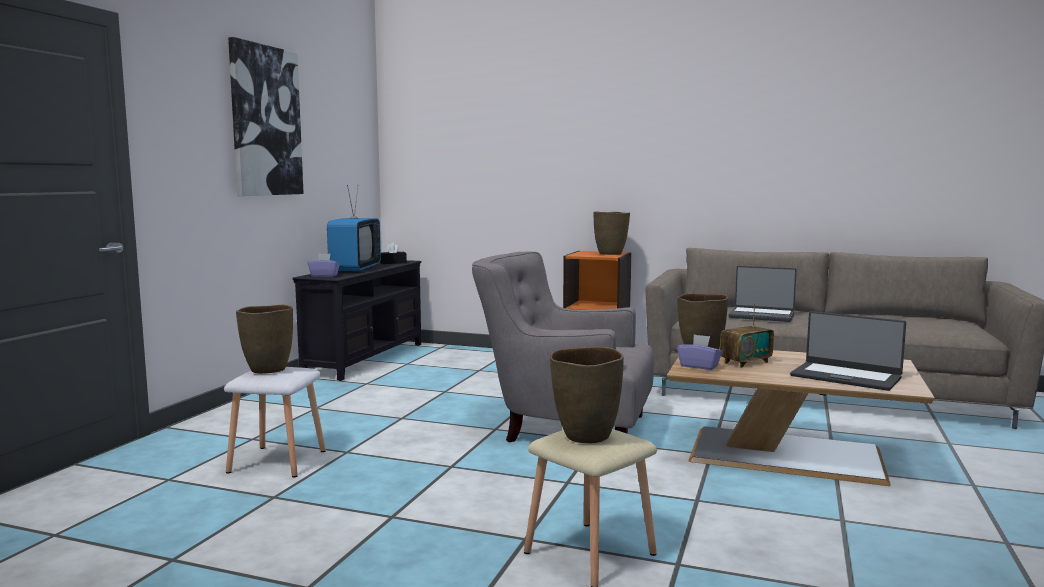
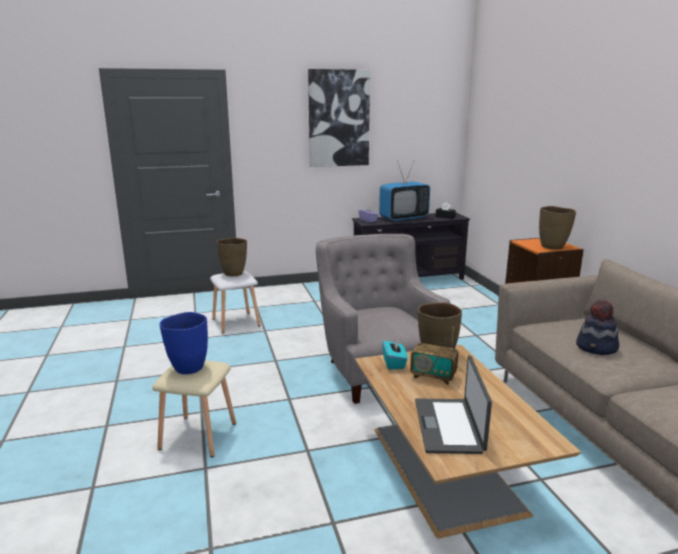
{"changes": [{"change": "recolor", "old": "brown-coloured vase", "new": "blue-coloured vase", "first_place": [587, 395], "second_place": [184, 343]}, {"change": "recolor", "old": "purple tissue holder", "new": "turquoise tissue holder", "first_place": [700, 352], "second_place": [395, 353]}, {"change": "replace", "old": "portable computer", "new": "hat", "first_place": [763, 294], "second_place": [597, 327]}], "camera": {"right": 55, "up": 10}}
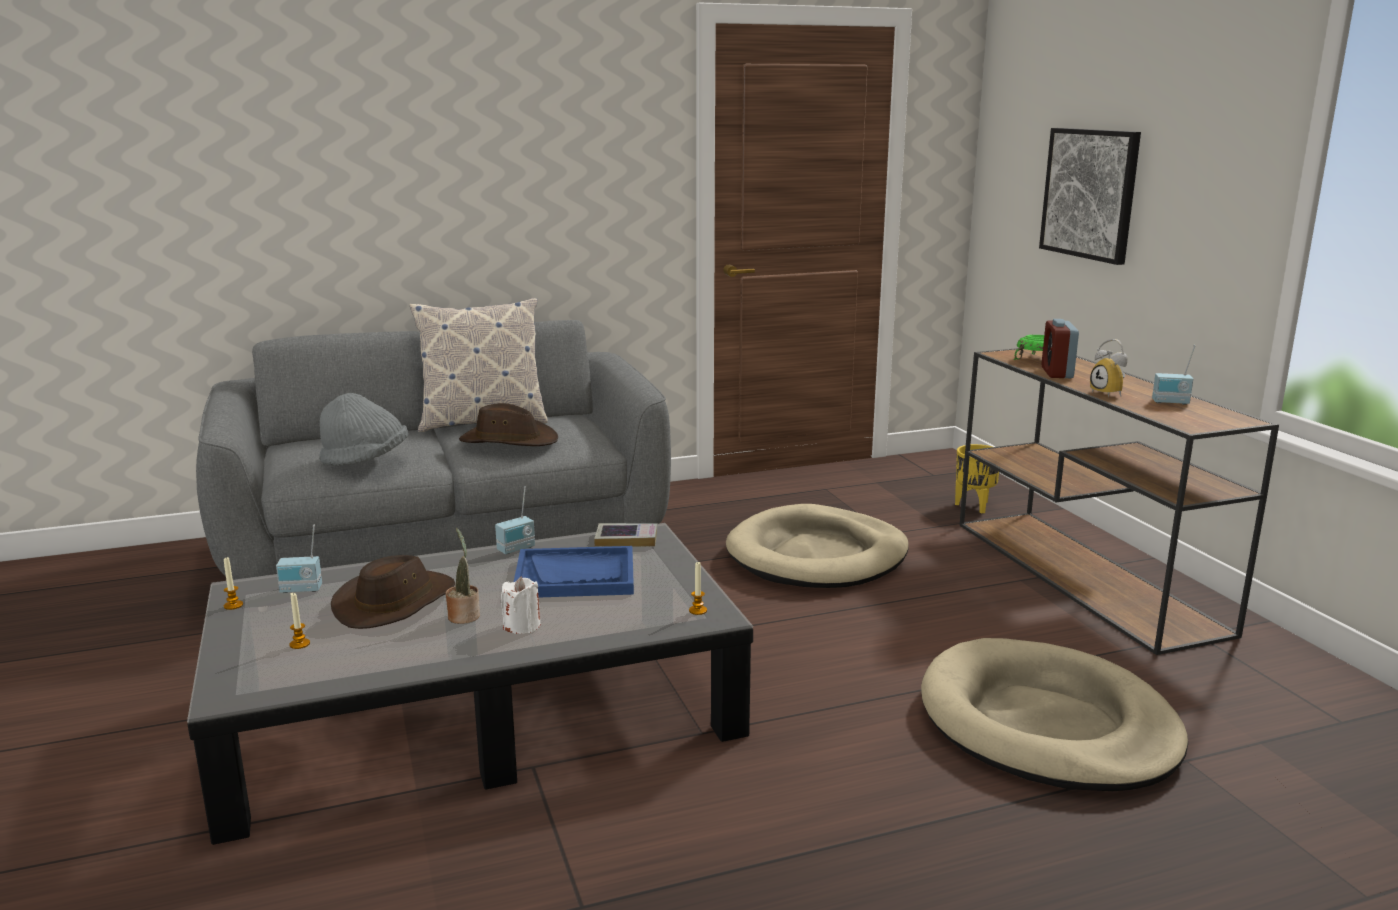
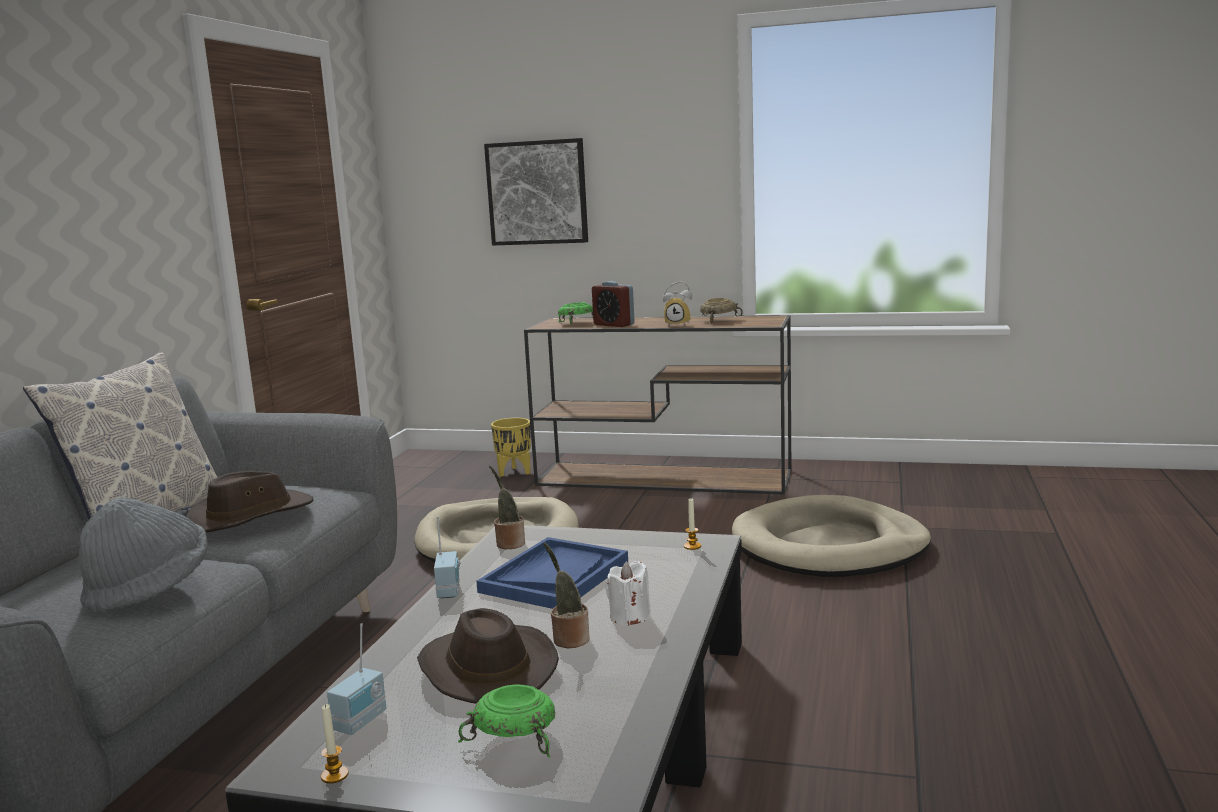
{"changes": [{"change": "replace", "old": "wax candle", "new": "greenish bowl", "first_place": [299, 621], "second_place": [506, 721]}, {"change": "replace", "old": "bound book", "new": "houseplant", "first_place": [625, 535], "second_place": [507, 507]}, {"change": "replace", "old": "radio", "new": "beige-coloured bowl", "first_place": [1174, 375], "second_place": [721, 311]}], "camera": {"right": -55, "up": -5}}
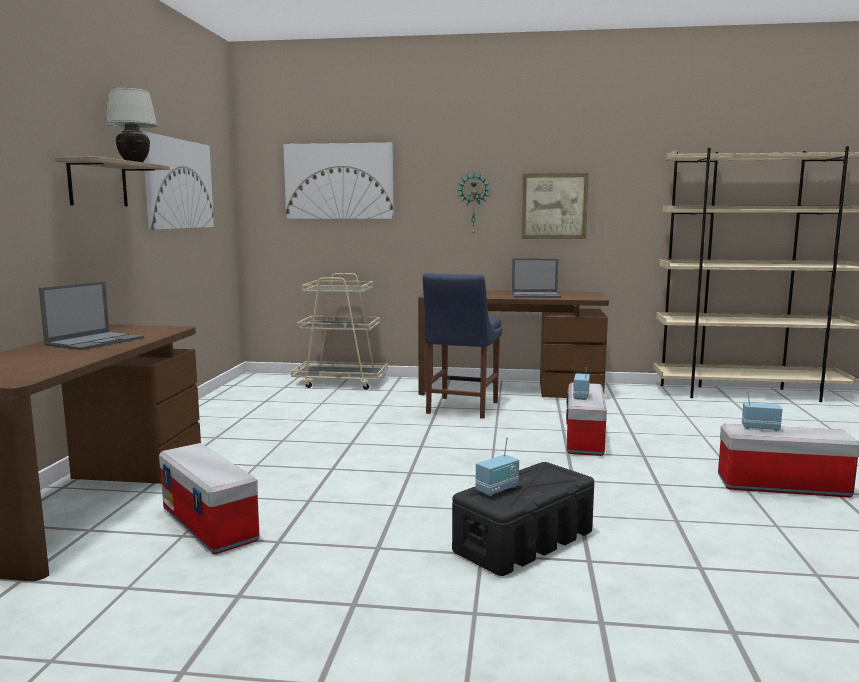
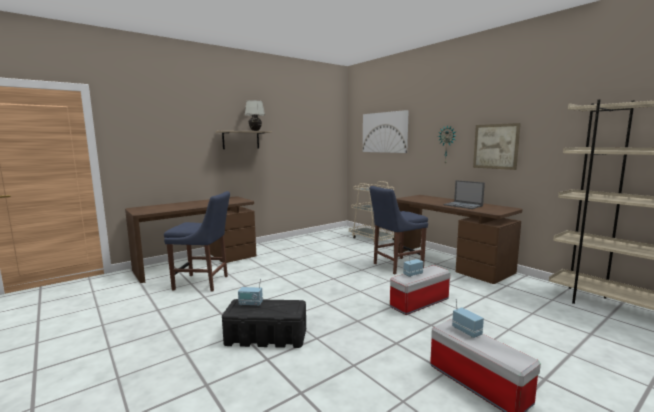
{"changes": [{"change": "delete", "old": "portable computer", "first_place": [91, 315]}, {"change": "delete", "old": "wall art", "first_place": [178, 181]}, {"change": "replace", "old": "storage bin", "new": "blue-coloured plain chair", "first_place": [209, 498], "second_place": [197, 241]}], "camera": {"right": 45, "up": 0}}
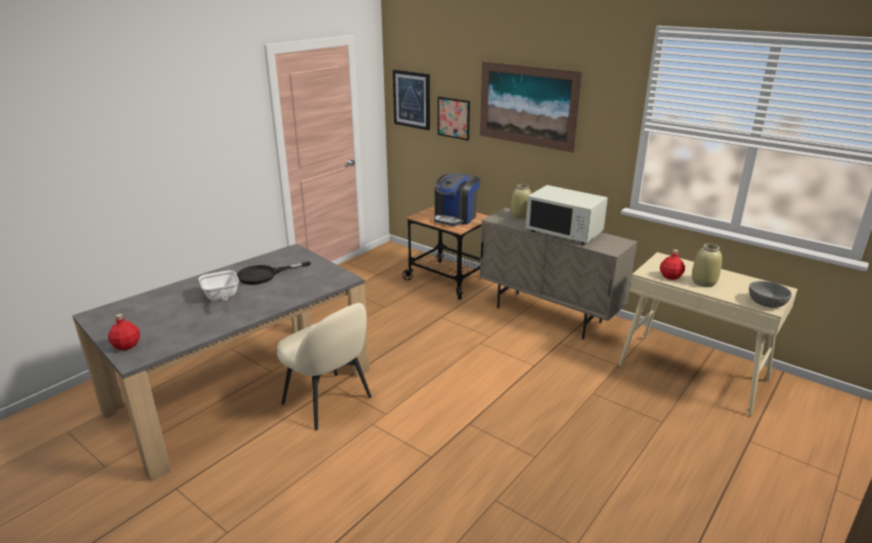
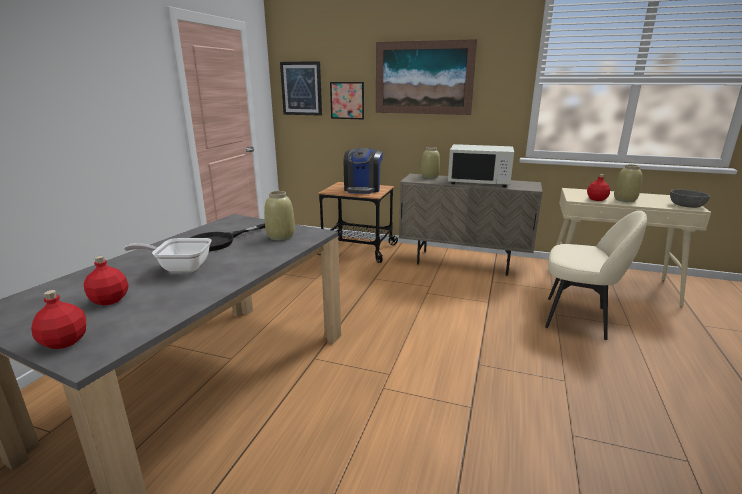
{"changes": [{"change": "rotate", "old": "skillet", "first_place": [219, 286], "second_place": [168, 255], "degrees": 135}, {"change": "move", "old": "beige-coloured plain chair", "first_place": [324, 366], "second_place": [596, 275]}, {"change": "insert", "new": "red drink bottle", "second_place": [105, 281]}, {"change": "insert", "new": "beige-coloured vase", "second_place": [279, 215]}], "camera": {"right": -20, "up": -5}}
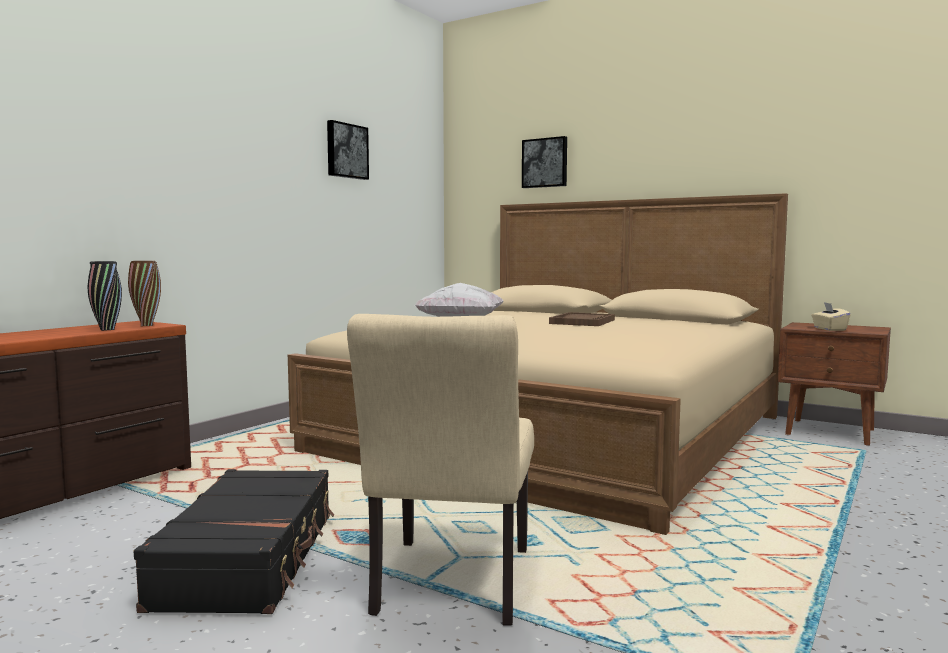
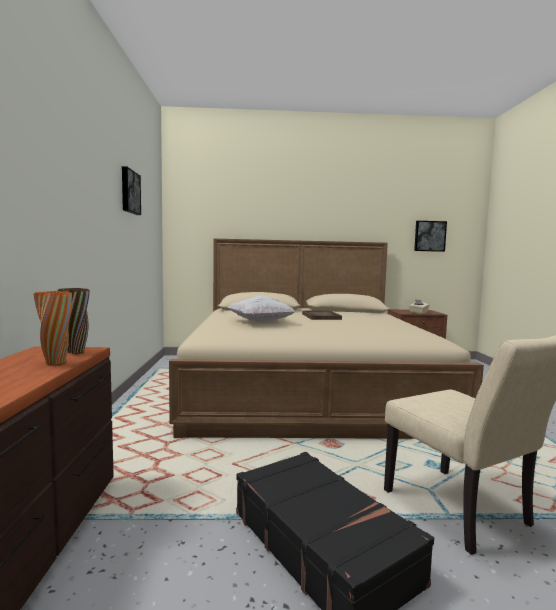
{"changes": [{"change": "recolor", "old": "blackish vase", "new": "orange-coloured vase", "first_place": [105, 296], "second_place": [53, 328]}, {"change": "move", "old": "wall art", "first_place": [544, 162], "second_place": [430, 236]}], "camera": {"right": -35, "up": 0}}
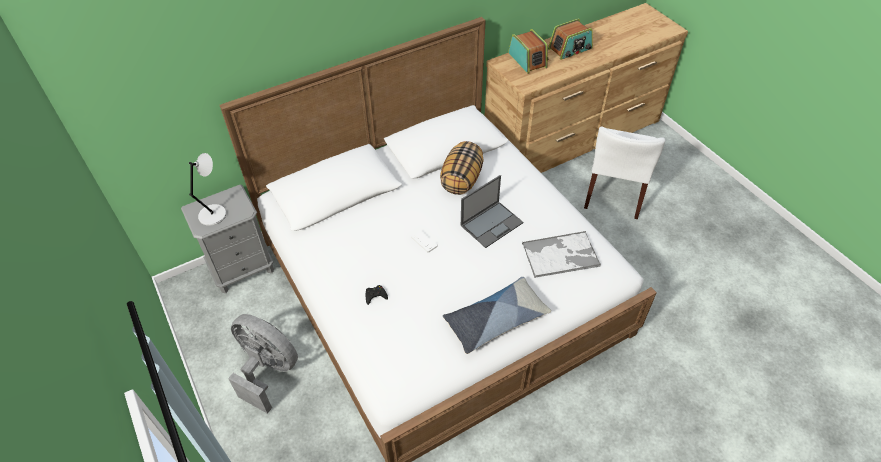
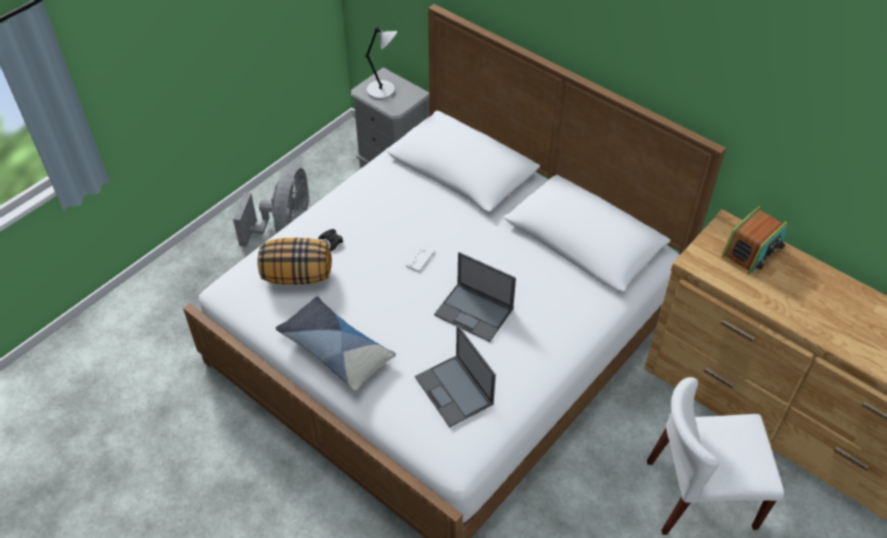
{"changes": [{"change": "move", "old": "cushion", "first_place": [462, 168], "second_place": [294, 261]}, {"change": "replace", "old": "carrying tray", "new": "portable computer", "first_place": [561, 254], "second_place": [455, 376]}, {"change": "delete", "old": "radio", "first_place": [570, 39]}], "camera": {"right": 70, "up": 0}}
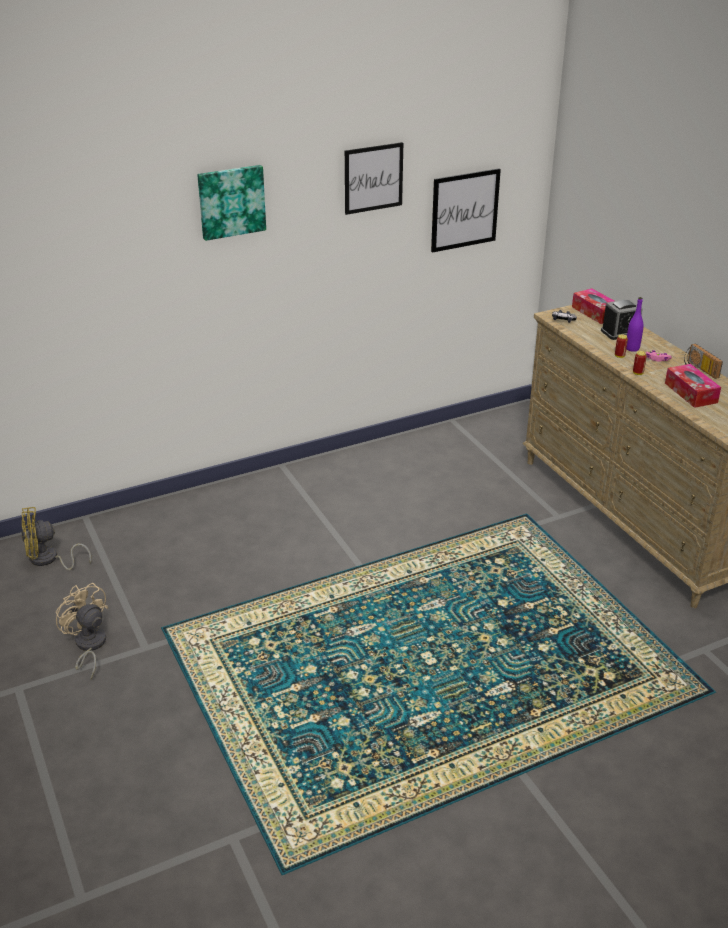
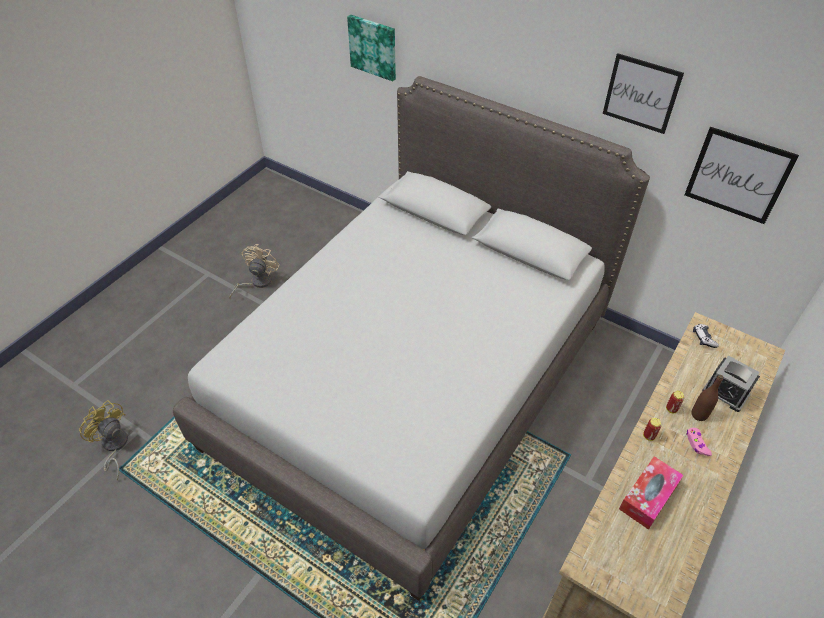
{"changes": [{"change": "move", "old": "yellow electric fan", "first_place": [56, 538], "second_place": [103, 440]}, {"change": "move", "old": "wall art", "first_place": [231, 203], "second_place": [371, 48]}, {"change": "delete", "old": "tissue holder", "first_place": [593, 306]}, {"change": "recolor", "old": "purple drink bottle", "new": "brown-coloured drink bottle", "first_place": [634, 324], "second_place": [707, 398]}, {"change": "delete", "old": "radio", "first_place": [703, 361]}, {"change": "insert", "new": "greyish bed", "second_place": [411, 338]}], "camera": {"right": 60, "up": 15}}
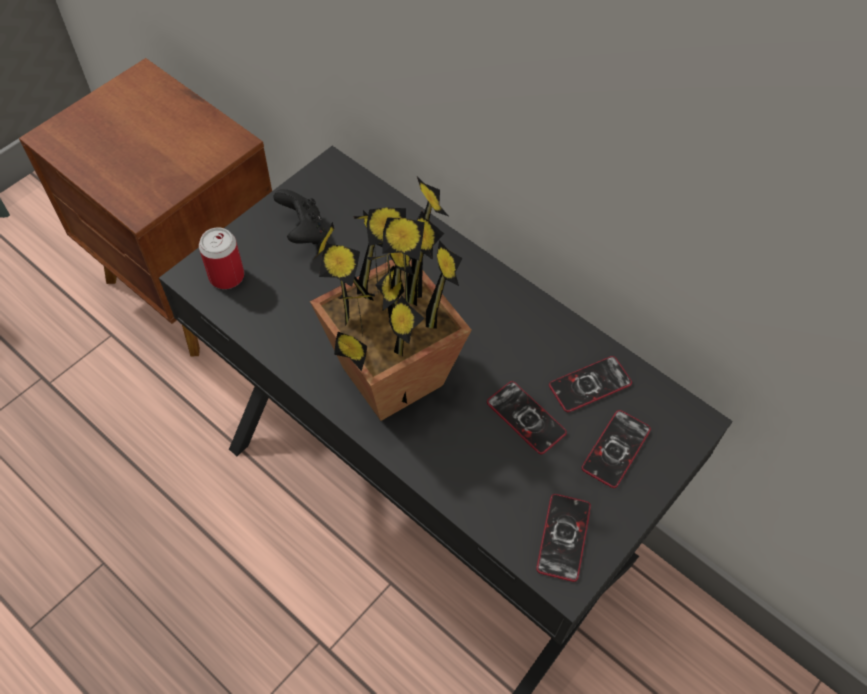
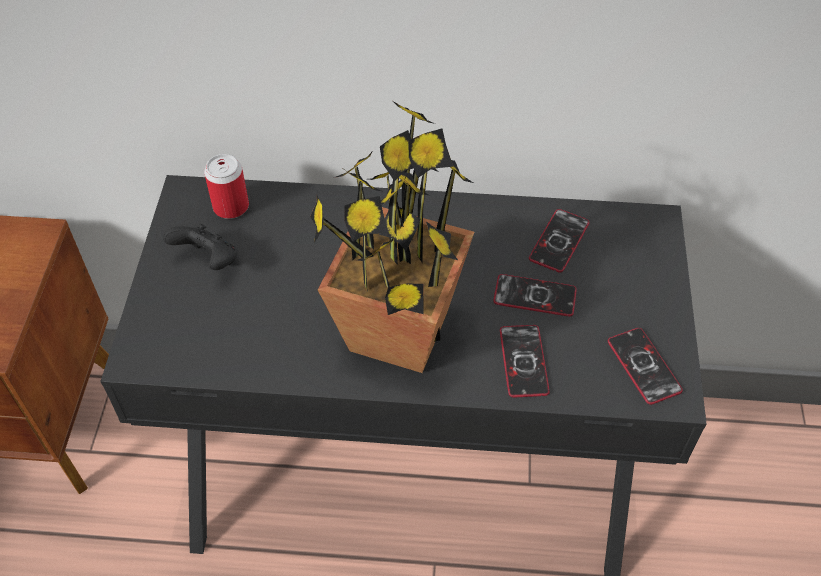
{"changes": [{"change": "move", "old": "can", "first_place": [221, 258], "second_place": [226, 186]}, {"change": "move", "old": "handset", "first_place": [616, 449], "second_place": [525, 361]}], "camera": {"right": -35, "up": -5}}
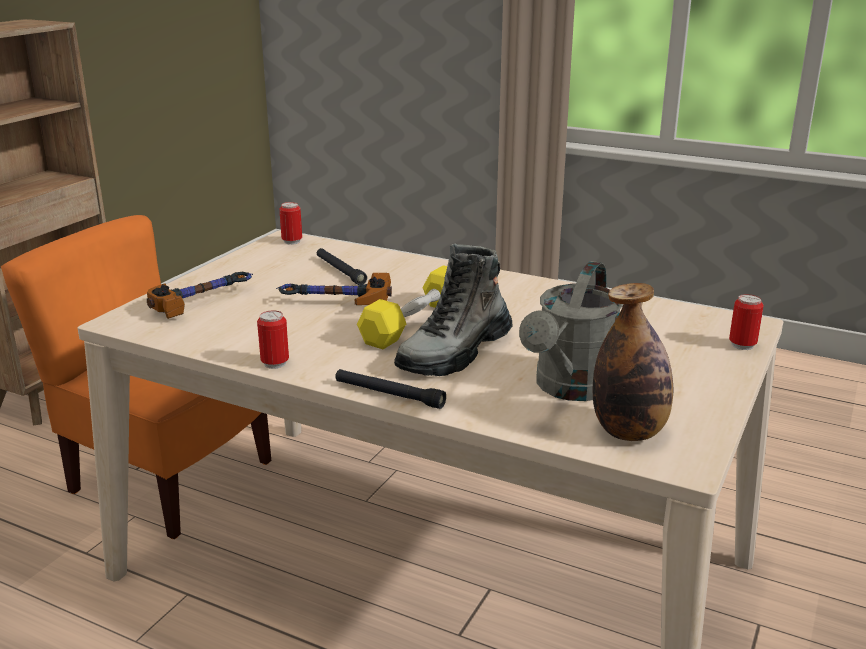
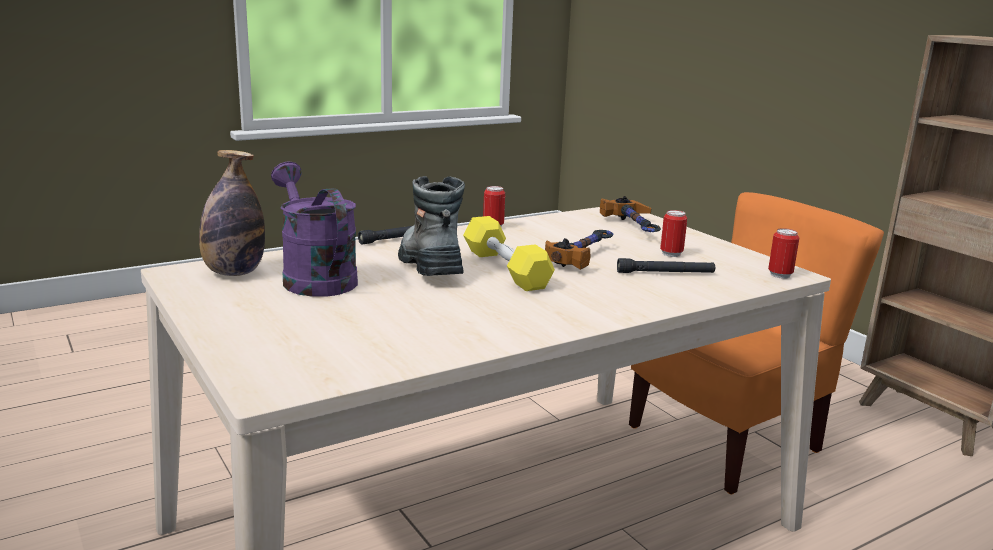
{"changes": [{"change": "recolor", "old": "greyish sprinkling can", "new": "purple sprinkling can", "first_place": [571, 331], "second_place": [314, 229]}, {"change": "move", "old": "can", "first_place": [746, 322], "second_place": [673, 233]}], "camera": {"right": 120, "up": -5}}
